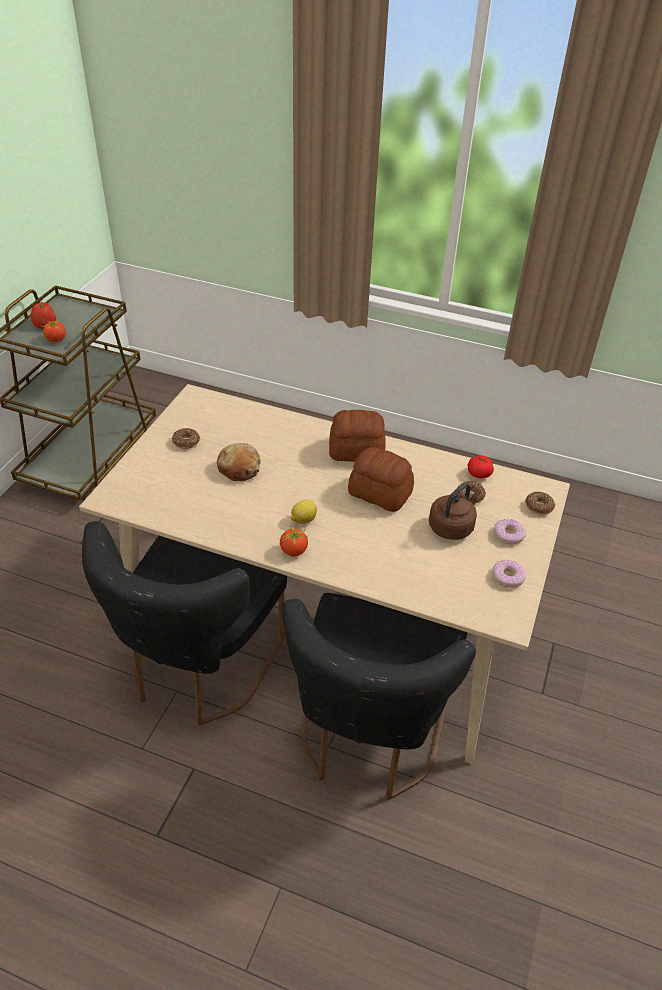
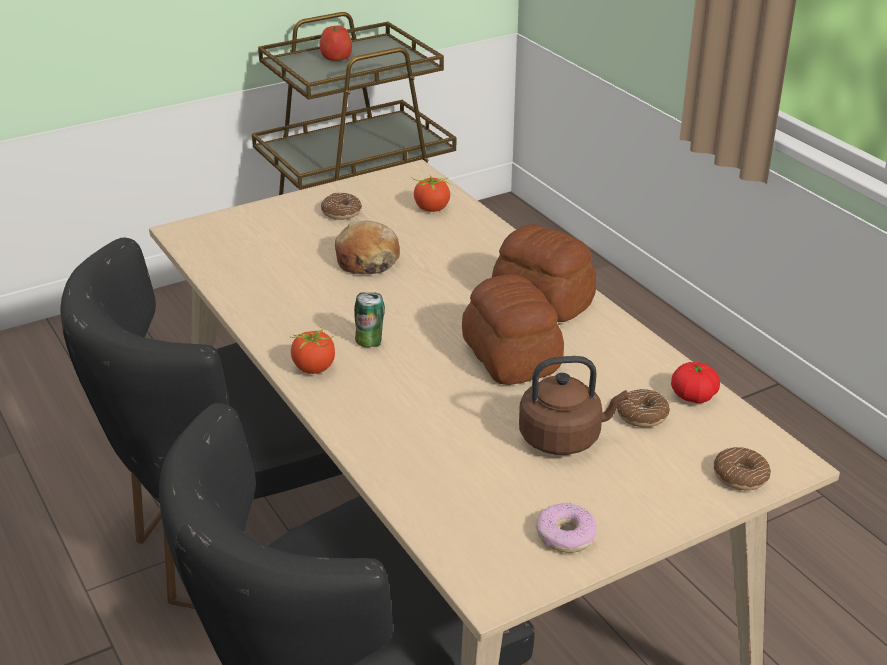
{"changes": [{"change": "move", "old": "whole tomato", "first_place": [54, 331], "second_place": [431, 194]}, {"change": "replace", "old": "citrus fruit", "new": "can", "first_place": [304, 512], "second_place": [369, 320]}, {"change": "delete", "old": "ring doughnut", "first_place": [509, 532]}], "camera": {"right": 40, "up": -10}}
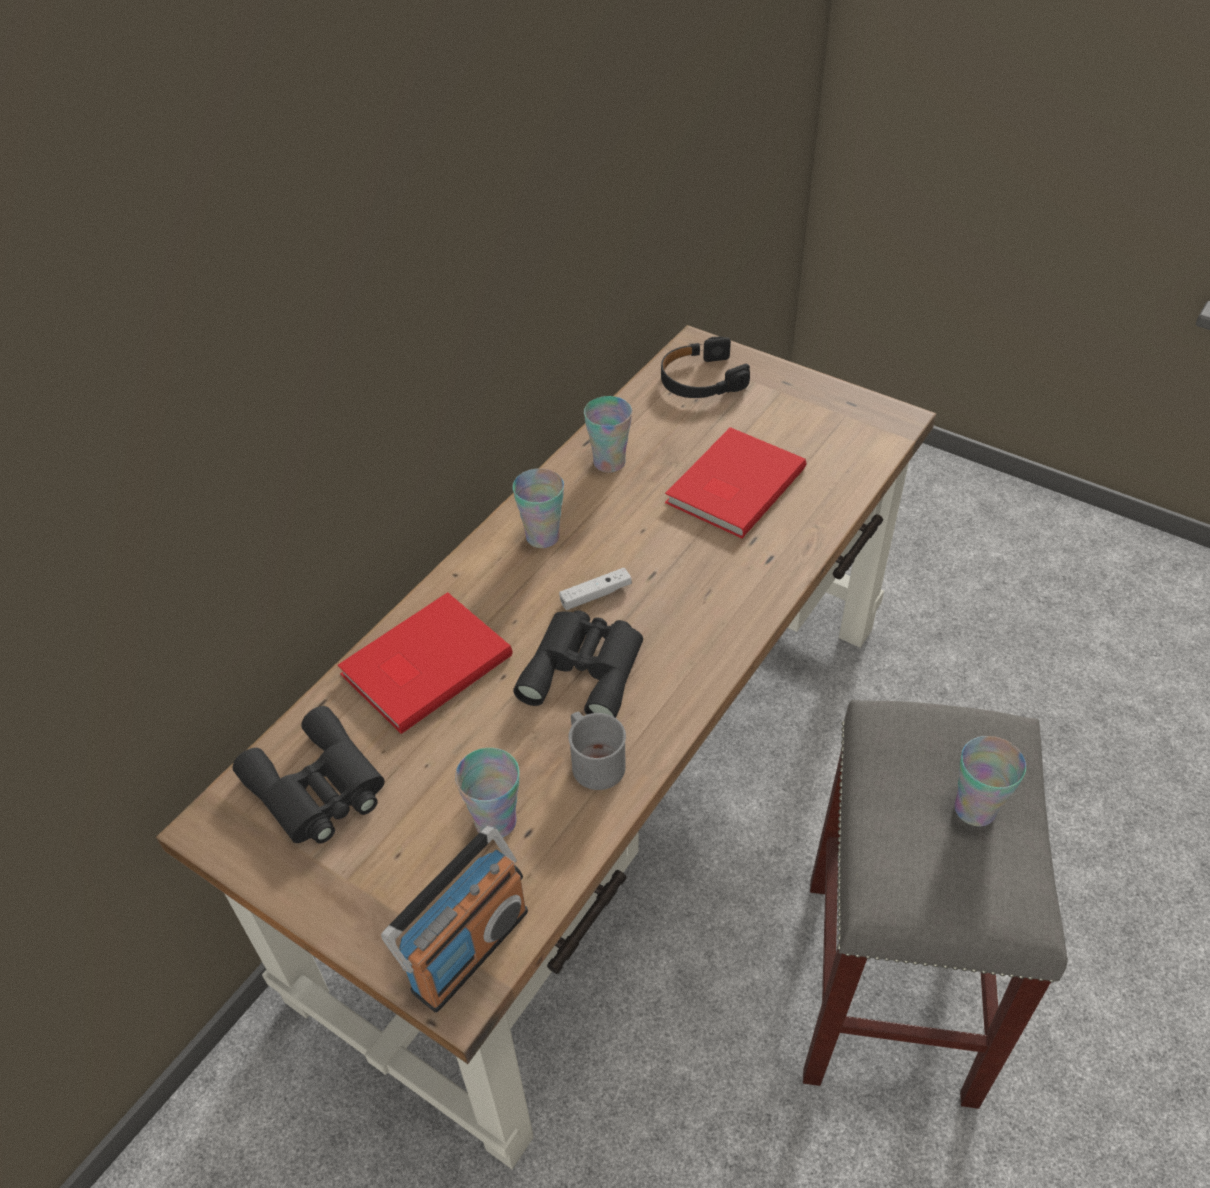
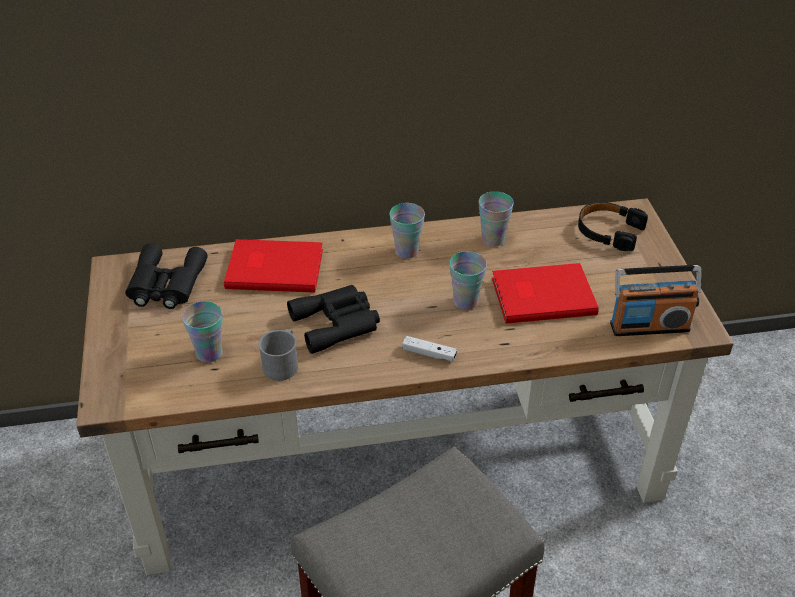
{"changes": [{"change": "move", "old": "radio", "first_place": [454, 919], "second_place": [655, 300]}, {"change": "move", "old": "white game controller", "first_place": [595, 589], "second_place": [429, 349]}, {"change": "move", "old": "small cup", "first_place": [990, 781], "second_place": [468, 280]}], "camera": {"right": 45, "up": -5}}
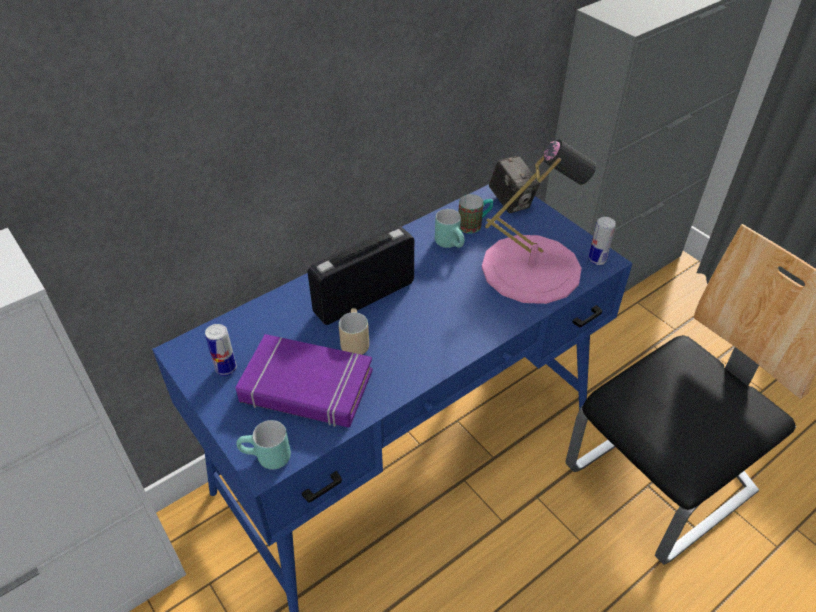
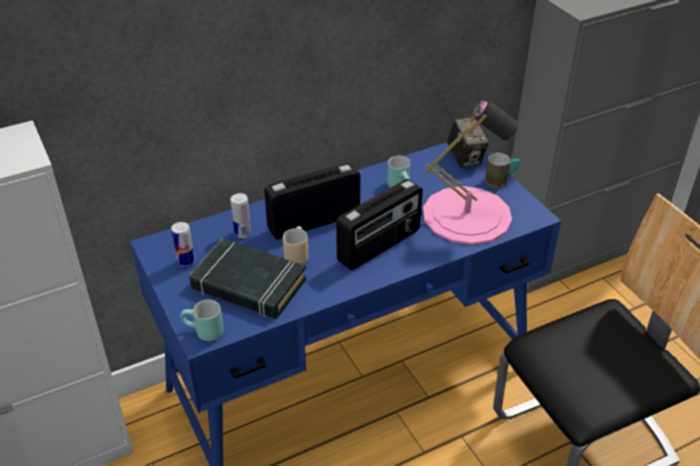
{"changes": [{"change": "recolor", "old": "purple bound book", "new": "blackish bound book", "first_place": [304, 380], "second_place": [247, 278]}, {"change": "move", "old": "tea mug", "first_place": [475, 214], "second_place": [502, 170]}, {"change": "move", "old": "can", "first_place": [602, 241], "second_place": [240, 215]}, {"change": "insert", "new": "radio", "second_place": [379, 224]}], "camera": {"right": 10, "up": -5}}
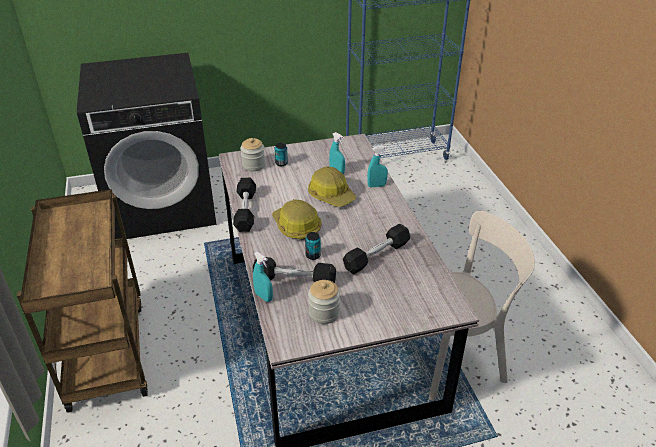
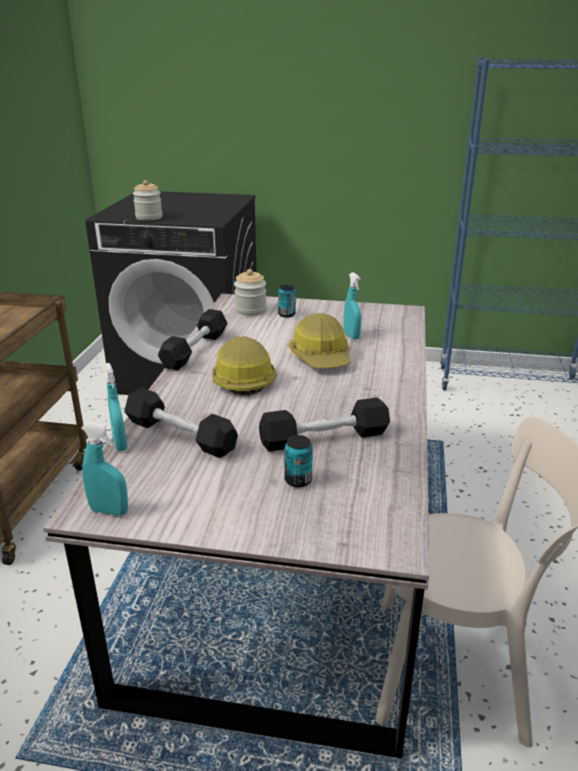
{"changes": [{"change": "move", "old": "can", "first_place": [313, 246], "second_place": [298, 461]}, {"change": "move", "old": "storage jar", "first_place": [324, 302], "second_place": [147, 200]}, {"change": "move", "old": "turquoise sprayer", "first_place": [377, 167], "second_place": [105, 469]}], "camera": {"right": 25, "up": -10}}
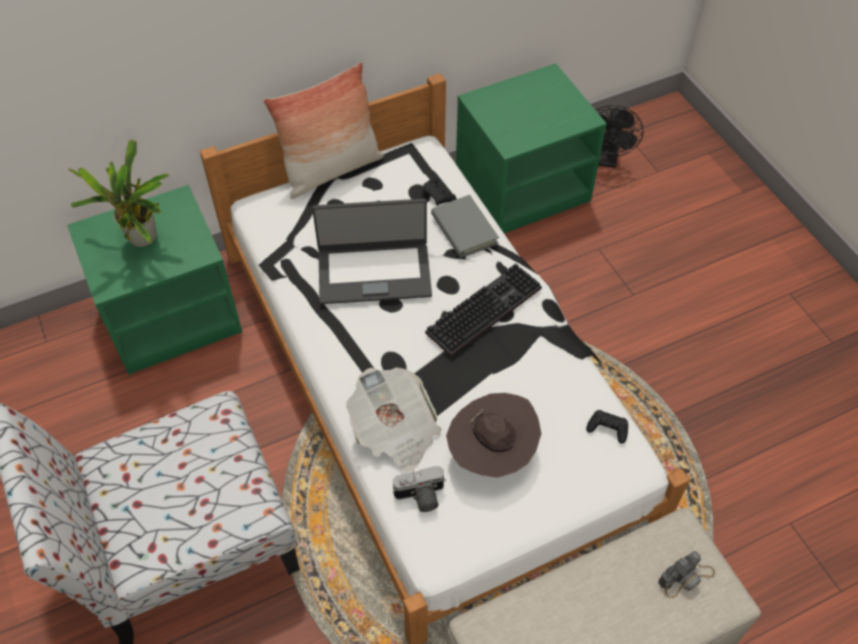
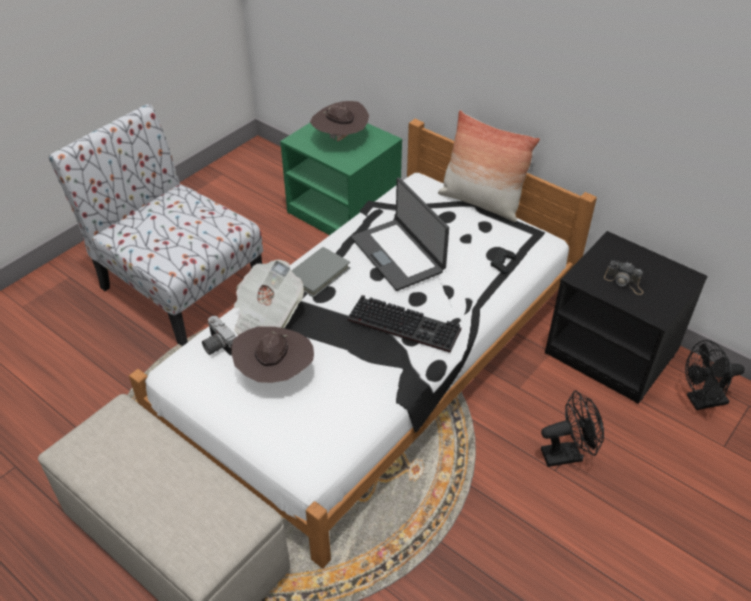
{"changes": [{"change": "replace", "old": "houseplant", "new": "brown-coloured hat", "first_place": [118, 193], "second_place": [339, 121]}, {"change": "move", "old": "greyish bound book", "first_place": [465, 226], "second_place": [321, 272]}, {"change": "recolor", "old": "greenish nightstand", "new": "blackish nightstand", "first_place": [531, 148], "second_place": [626, 317]}, {"change": "delete", "old": "blackish game controller", "first_place": [607, 427]}, {"change": "move", "old": "photo camera", "first_place": [686, 574], "second_place": [623, 278]}, {"change": "insert", "new": "blackish electric fan", "second_place": [572, 429]}], "camera": {"right": 65, "up": -10}}
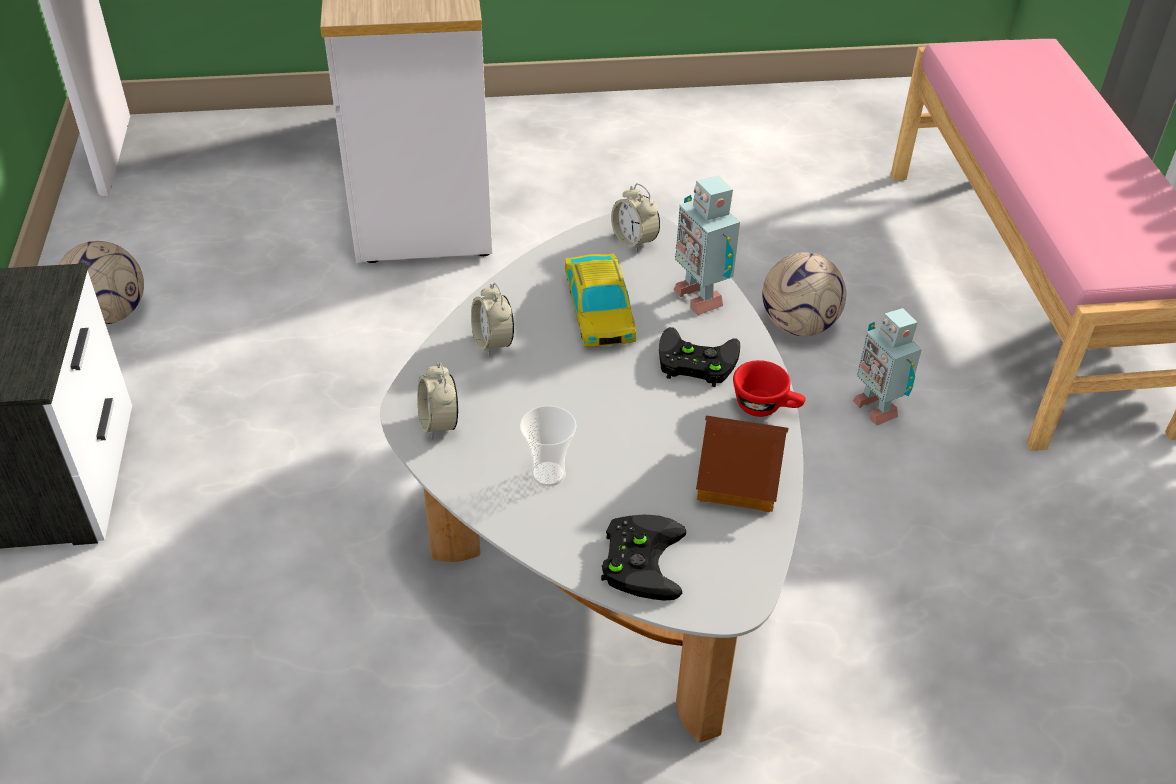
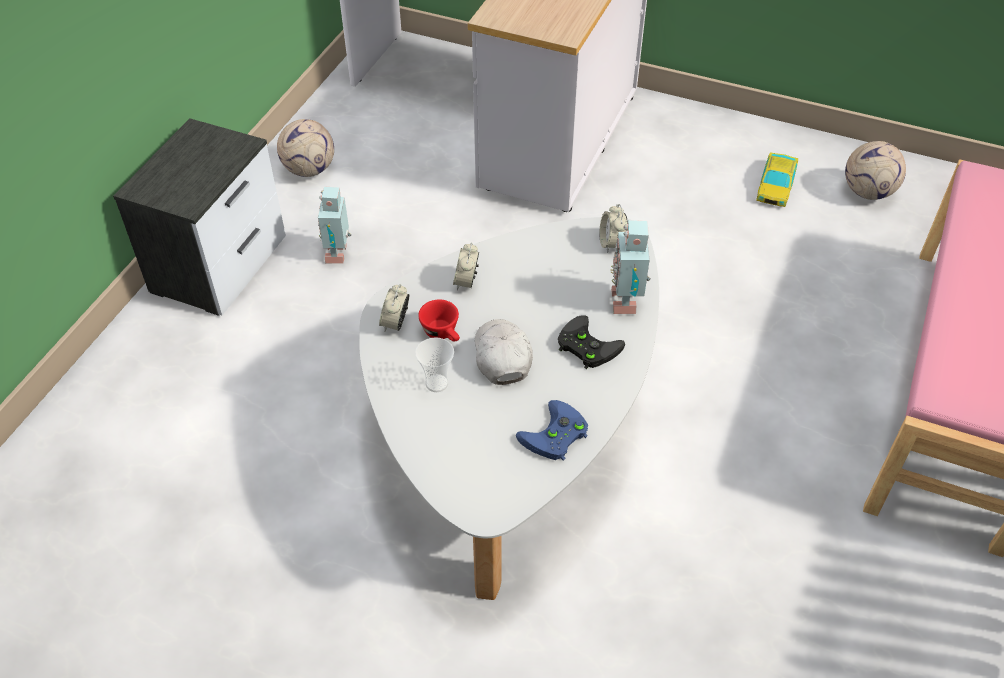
{"changes": [{"change": "move", "old": "miniature car", "first_place": [600, 300], "second_place": [777, 179]}, {"change": "delete", "old": "blackish game controller", "first_place": [643, 558]}, {"change": "replace", "old": "toy house", "new": "blue-coloured game controller", "first_place": [742, 464], "second_place": [552, 430]}, {"change": "move", "old": "red small cup", "first_place": [769, 388], "second_place": [439, 321]}, {"change": "move", "old": "football ball", "first_place": [804, 294], "second_place": [875, 170]}, {"change": "move", "old": "model robot", "first_place": [887, 367], "second_place": [334, 225]}, {"change": "insert", "new": "white baseball cap", "second_place": [504, 352]}], "camera": {"right": 30, "up": 5}}
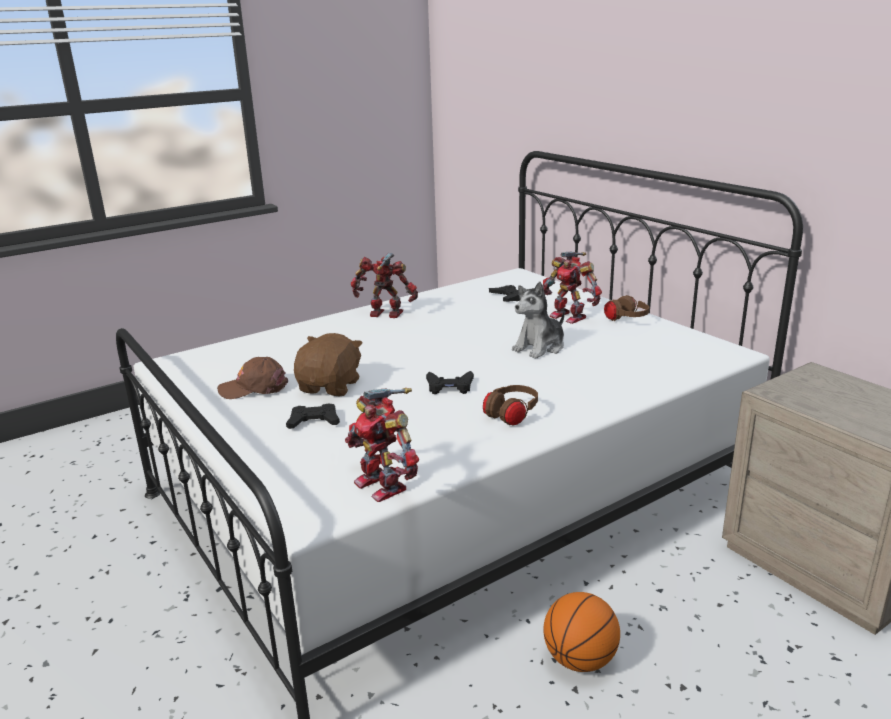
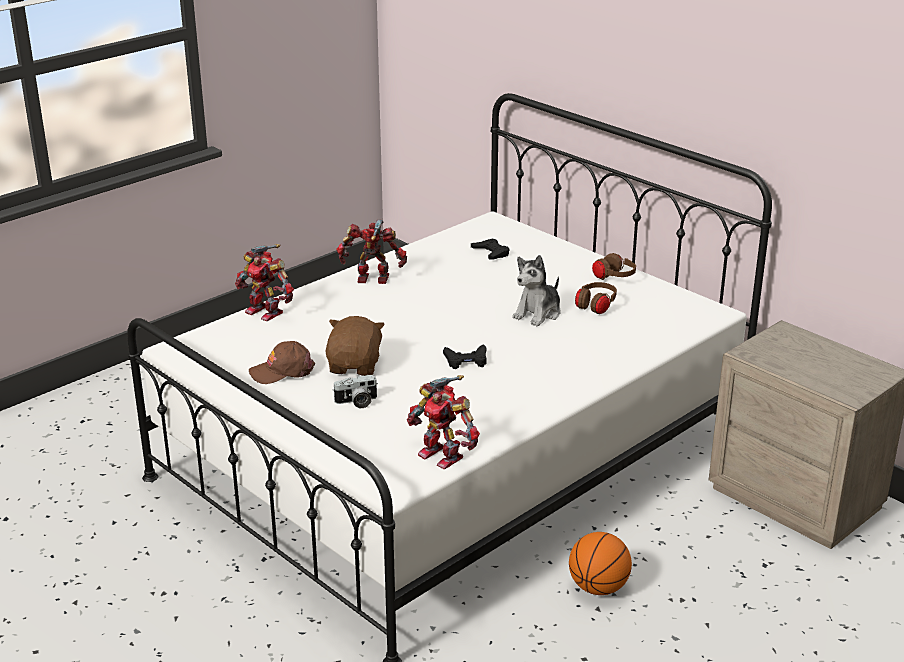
{"changes": [{"change": "replace", "old": "blackish game controller", "new": "photo camera", "first_place": [313, 416], "second_place": [354, 391]}, {"change": "move", "old": "brown-coloured headset", "first_place": [510, 405], "second_place": [596, 298]}, {"change": "move", "old": "model robot", "first_place": [572, 288], "second_place": [264, 282]}], "camera": {"right": -10, "up": 5}}
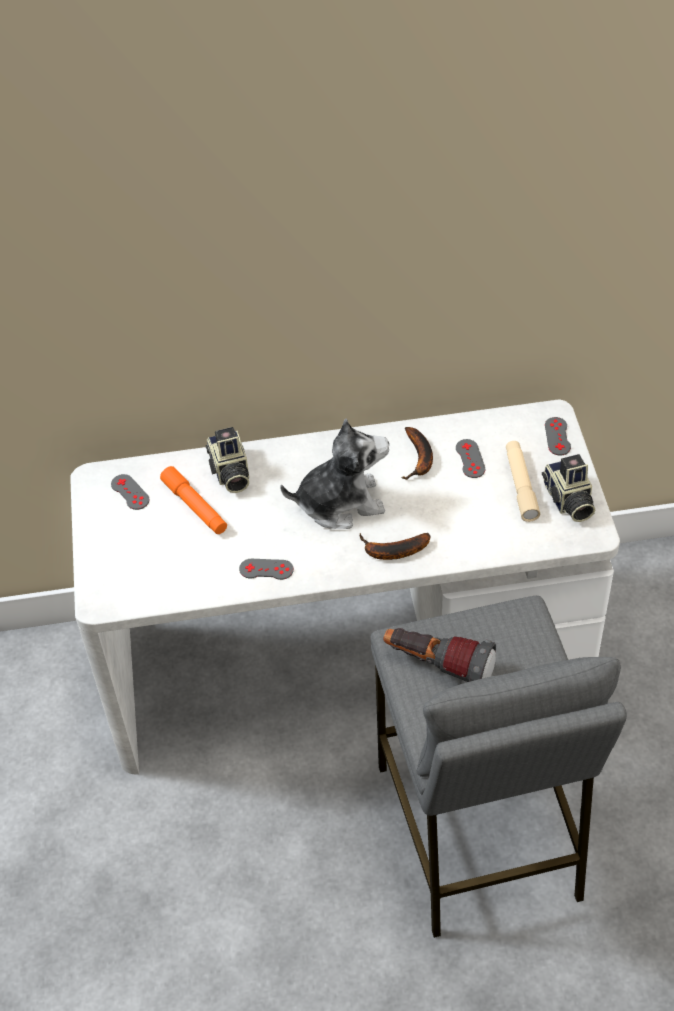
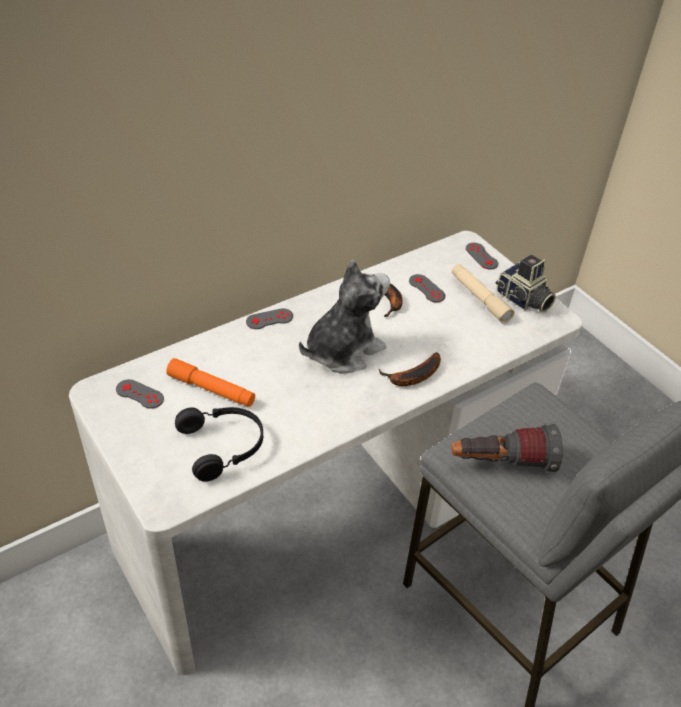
{"changes": [{"change": "delete", "old": "photo camera", "first_place": [227, 460]}, {"change": "move", "old": "greyish game controller", "first_place": [266, 569], "second_place": [269, 318]}, {"change": "insert", "new": "blackish headset", "second_place": [219, 444]}], "camera": {"right": -30, "up": -5}}
